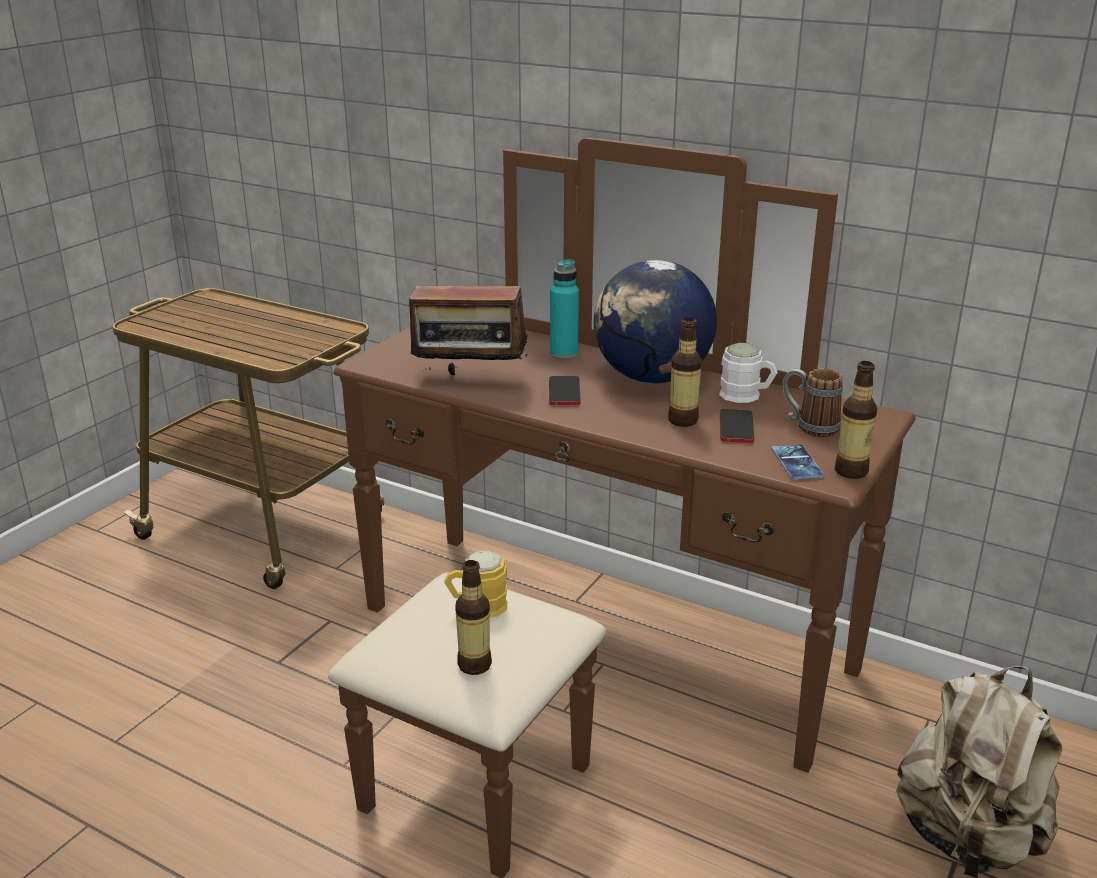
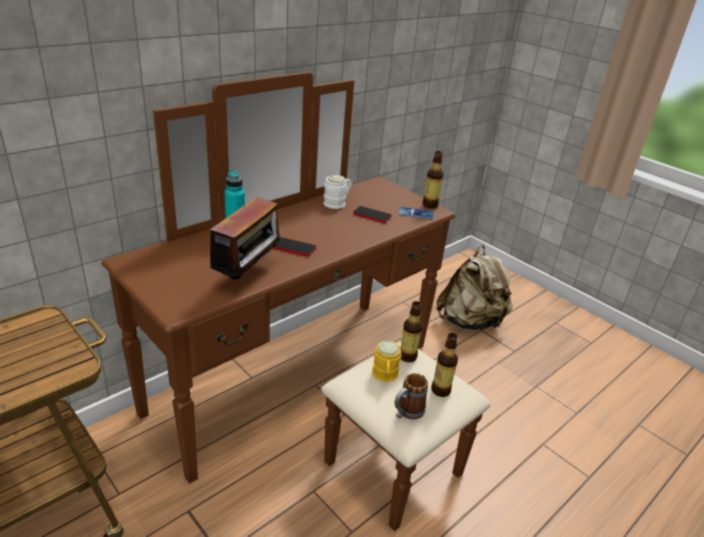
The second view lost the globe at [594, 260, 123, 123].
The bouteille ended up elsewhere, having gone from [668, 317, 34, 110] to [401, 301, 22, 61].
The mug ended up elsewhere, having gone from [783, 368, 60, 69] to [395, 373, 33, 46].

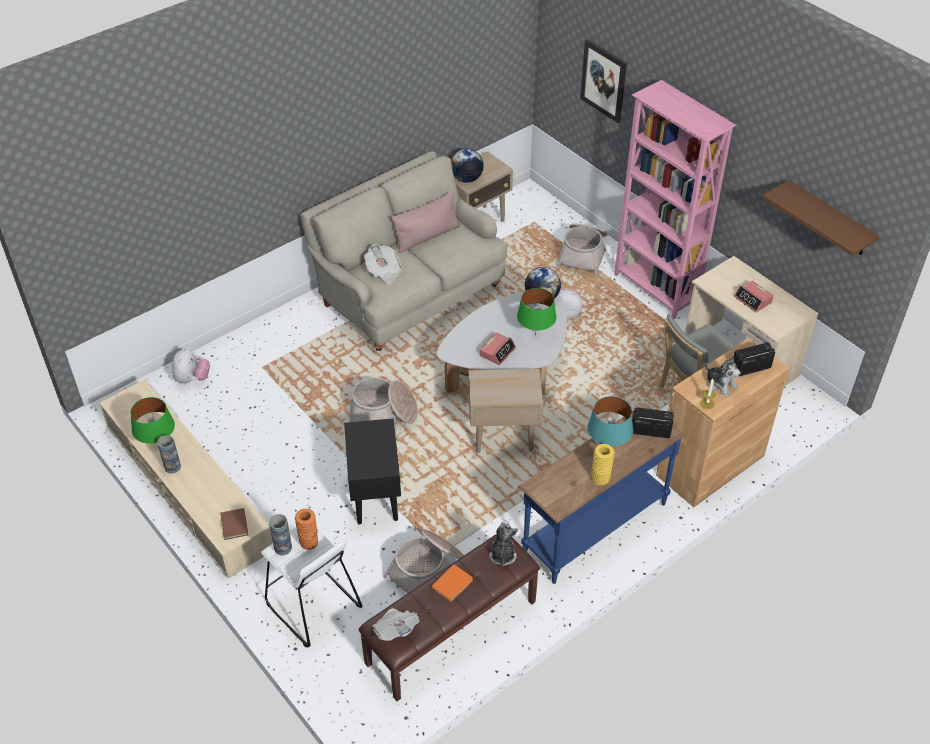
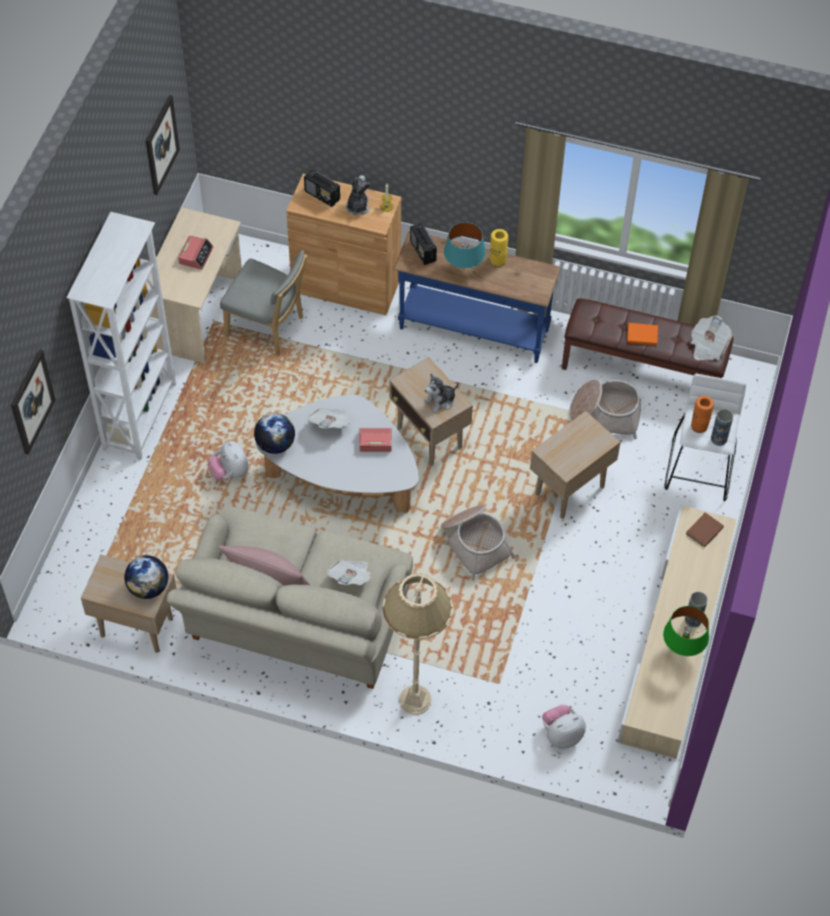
What was the table d'appoint (noir) at [344, 418, 59, 107] turned into the table d'appoint (beige) at [530, 411, 91, 108].
The peluche ended up elsewhere, having gone from [489, 520, 29, 47] to [424, 374, 35, 39].
Where the lampe de table (vert) stood at [517, 288, 40, 47], the journal came to stand at [308, 408, 42, 20].
The second view lost the panier at [557, 224, 51, 52].
What was the bibliothèque (rose) at [614, 80, 122, 239] turned into the bibliothèque (blanc) at [66, 212, 110, 248].
Where the étagère (marron) hung at [762, 180, 118, 76], the tableau came to hang at [146, 95, 34, 100].
The second view gained the lampadaire (beige) at [383, 573, 70, 142].

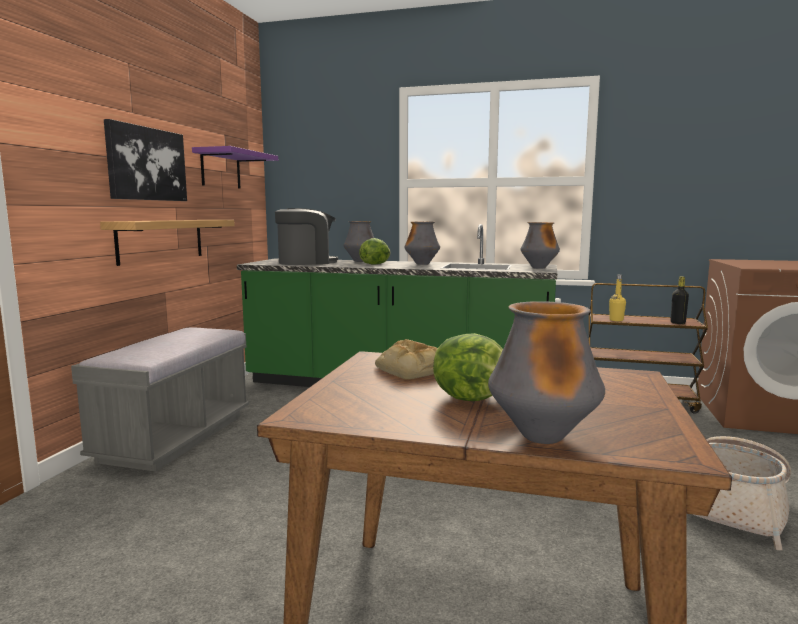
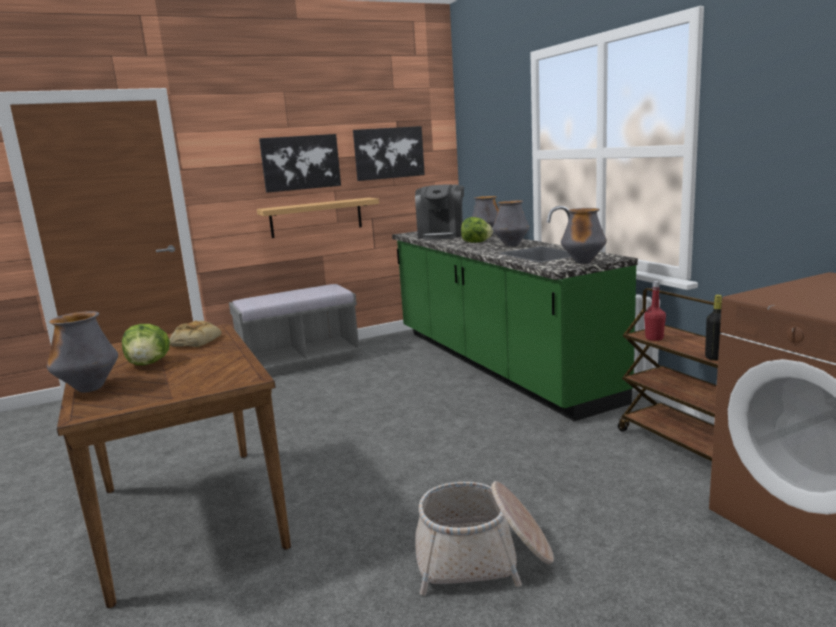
Where the étagère (violet) hung at [192, 146, 86, 43], the tableau came to hang at [353, 126, 72, 55].
The machine à café at [275, 208, 63, 57] ended up facing another way, 75 degrees clockwise from before.
What was the bouteille (jaune) at [609, 275, 17, 46] turned into the bouteille (rouge) at [644, 281, 22, 60].

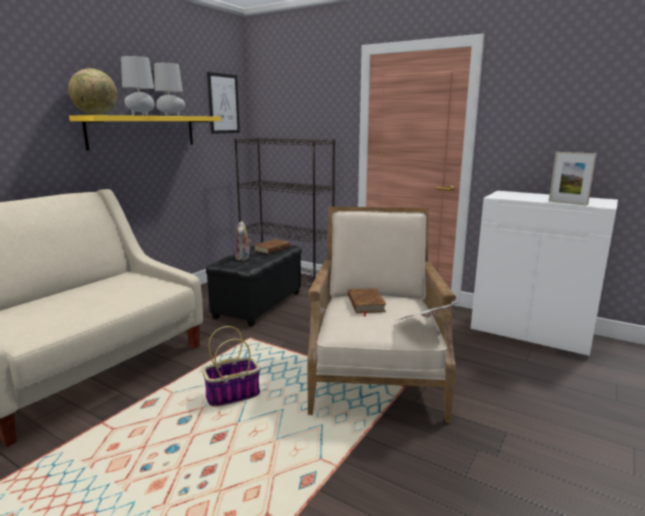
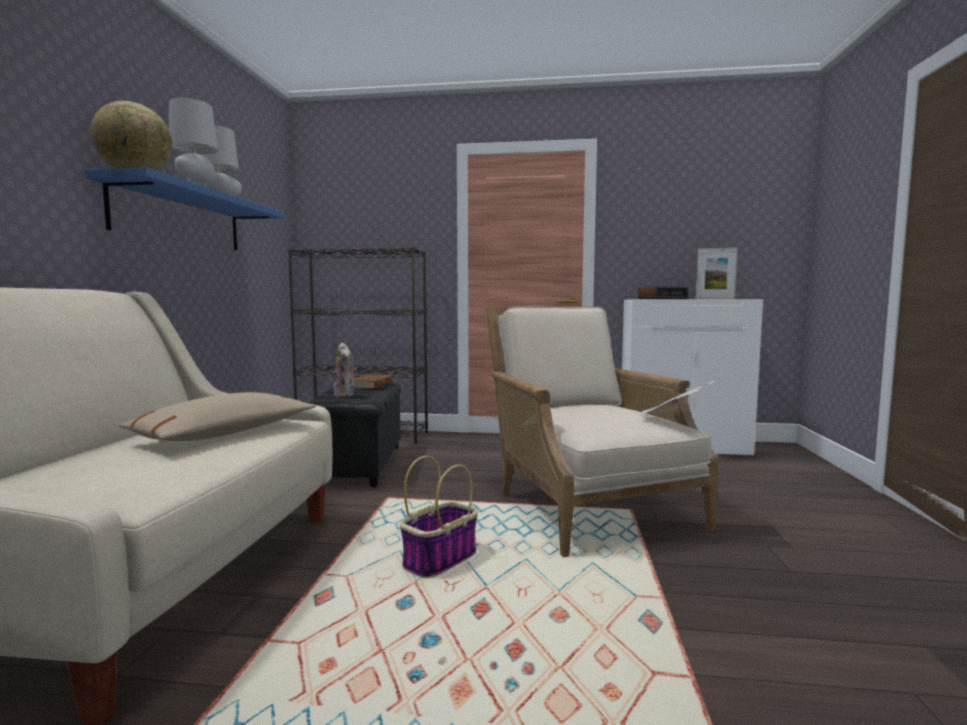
What was the étagère (jaune) at [69, 115, 153, 36] turned into the étagère (bleu) at [85, 167, 200, 83].
The second view lost the tableau at [207, 72, 33, 62].
The second view lost the livre (marron) at [348, 288, 38, 29].
The second view gained the coussin (beige) at [118, 392, 198, 49].
The second view gained the réveil at [638, 286, 51, 13].

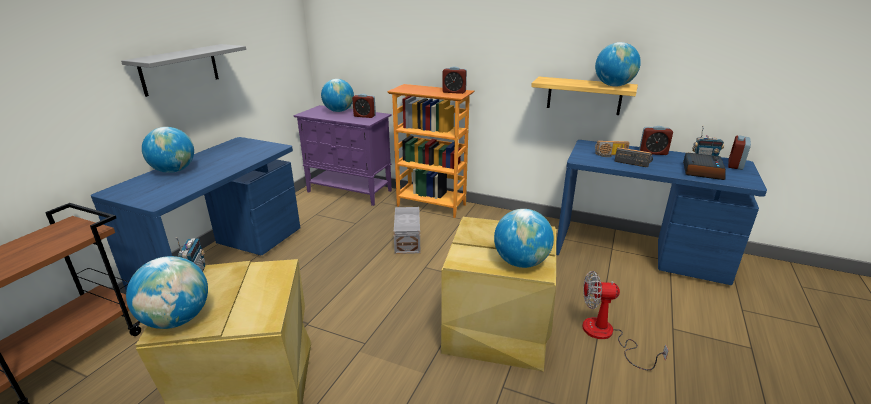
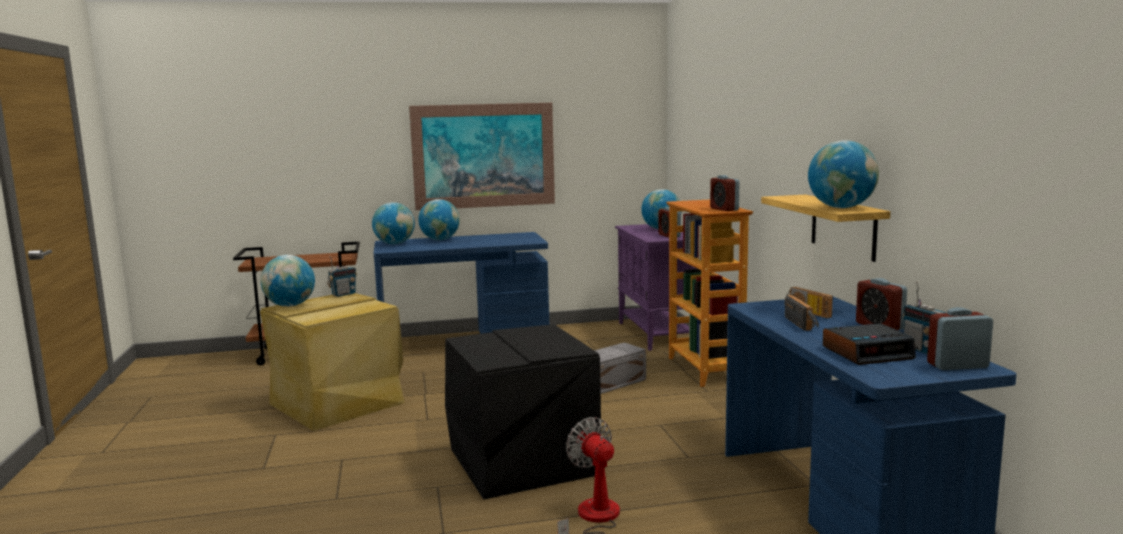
Where the étagère (gris) hung at [121, 44, 125, 53], the tableau came to hang at [409, 103, 146, 107].
What was the boîte de rangement (beige) at [441, 217, 115, 155] turned into the boîte de rangement (noir) at [445, 324, 156, 176].
The globe ended up elsewhere, having gone from [494, 209, 60, 59] to [372, 202, 43, 43].

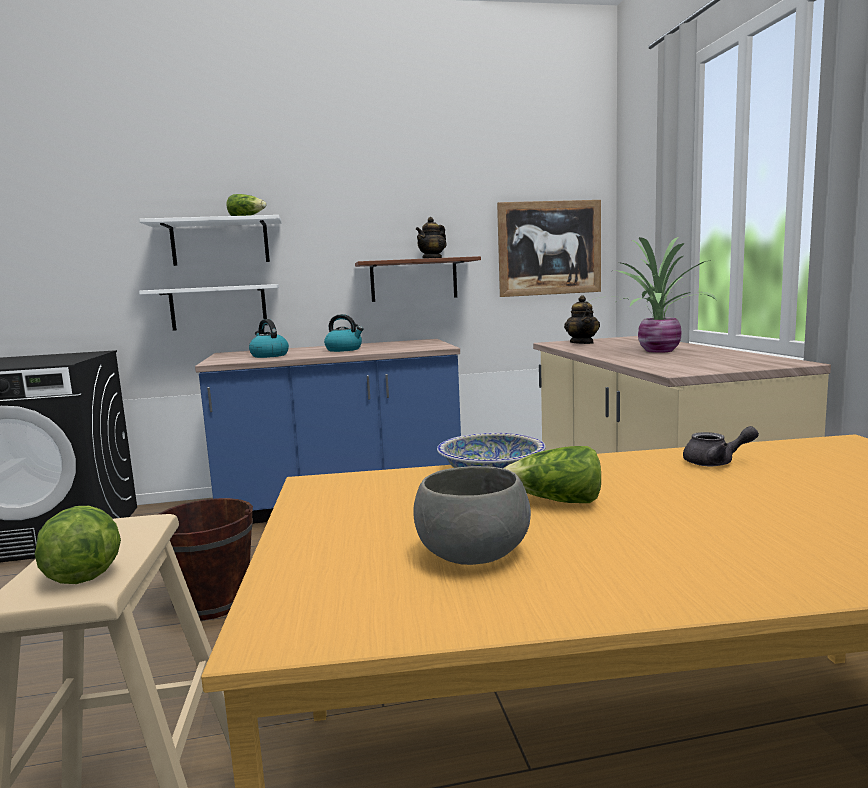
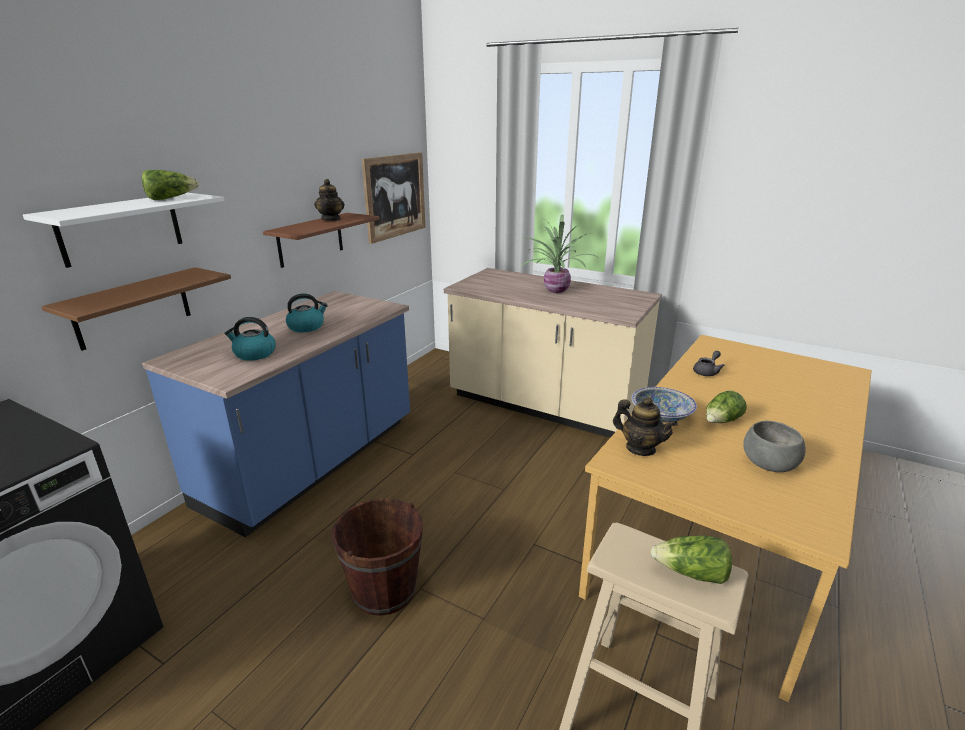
What was the étagère (blanc) at [139, 284, 140, 47] turned into the étagère (marron) at [41, 267, 190, 84].
The théière ended up elsewhere, having gone from [564, 295, 36, 49] to [613, 397, 65, 59].

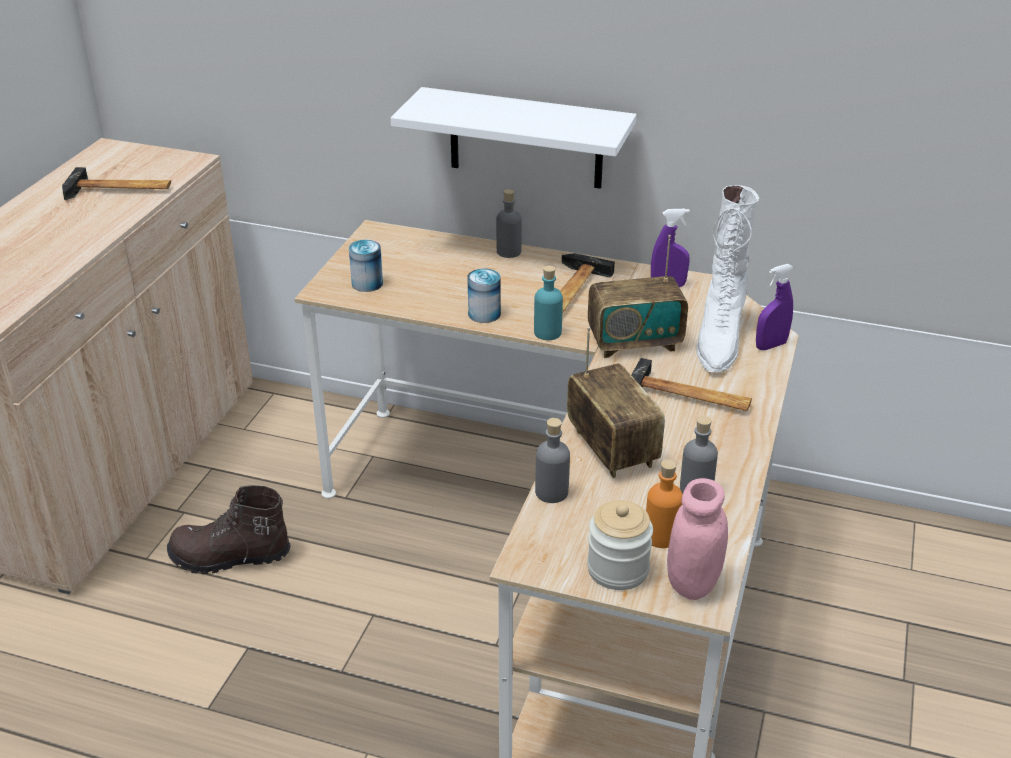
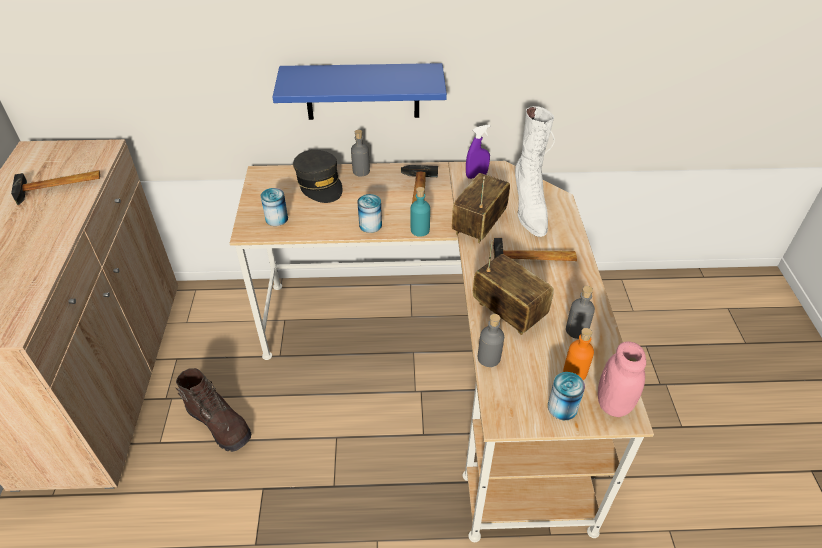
The botte (marron) at [167, 485, 124, 89] ended up facing another way, 120 degrees counterclockwise from before.
What was the étagère (blanc) at [391, 87, 245, 102] turned into the étagère (bleu) at [272, 63, 175, 57].
Where the bocal stood at [587, 500, 66, 90], the boîte métallique came to stand at [548, 372, 37, 48].
The radio at [588, 235, 100, 123] ended up facing another way, 150 degrees clockwise from before.
The second view lost the vaporisateur (violet) at [756, 264, 38, 86].
The second view gained the casquette (gris) at [293, 150, 50, 53].

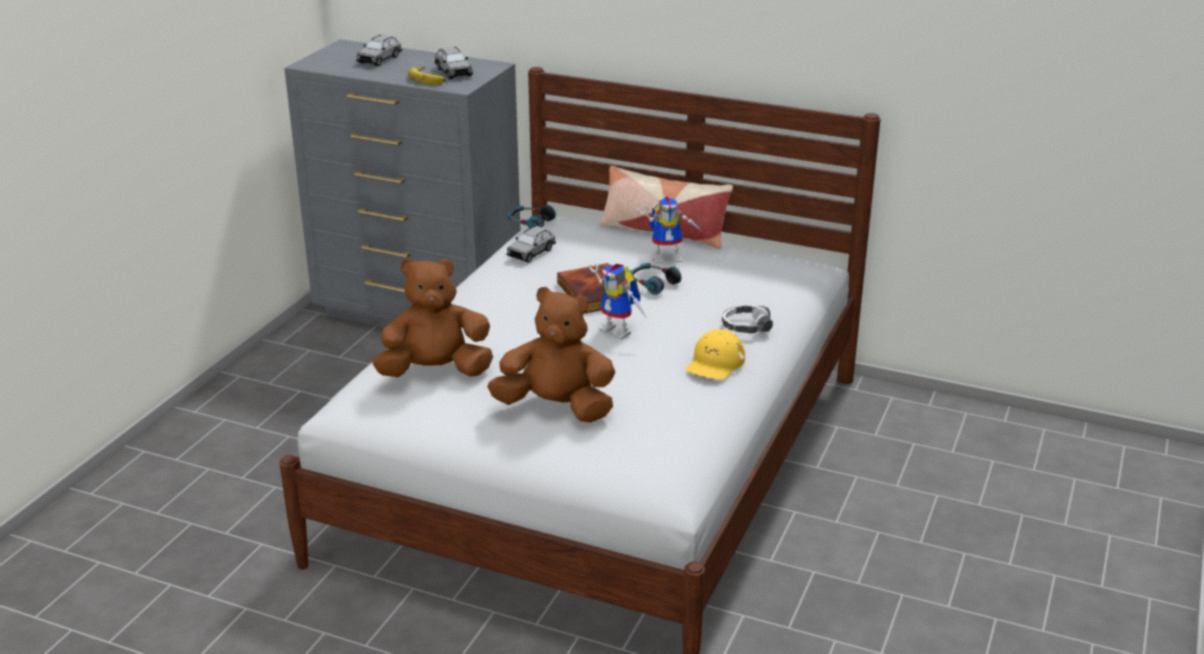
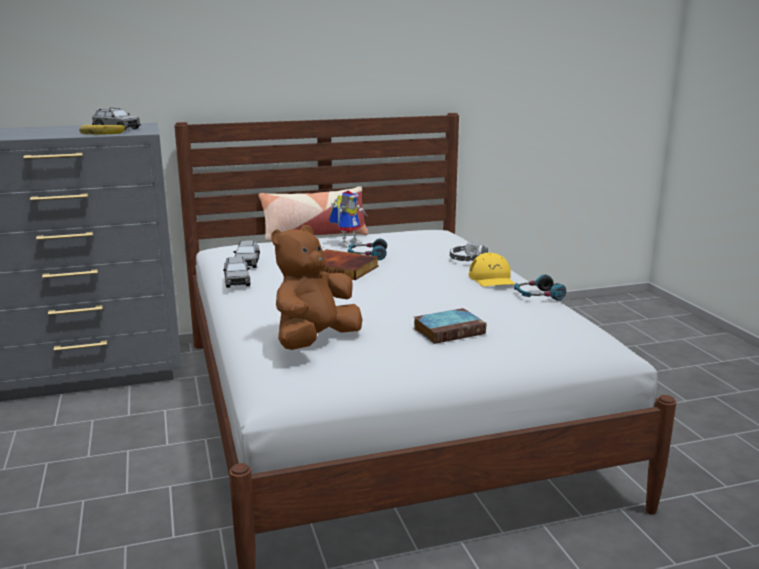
The petite voiture (gris) ended up elsewhere, having gone from [356, 35, 46, 31] to [223, 257, 28, 31].
Where the peluche (marron) stood at [487, 287, 128, 135], the livre came to stand at [413, 308, 73, 36].
The casque audio ended up elsewhere, having gone from [507, 205, 49, 23] to [514, 275, 53, 26].
The second view lost the robot jouet at [589, 263, 57, 77].

